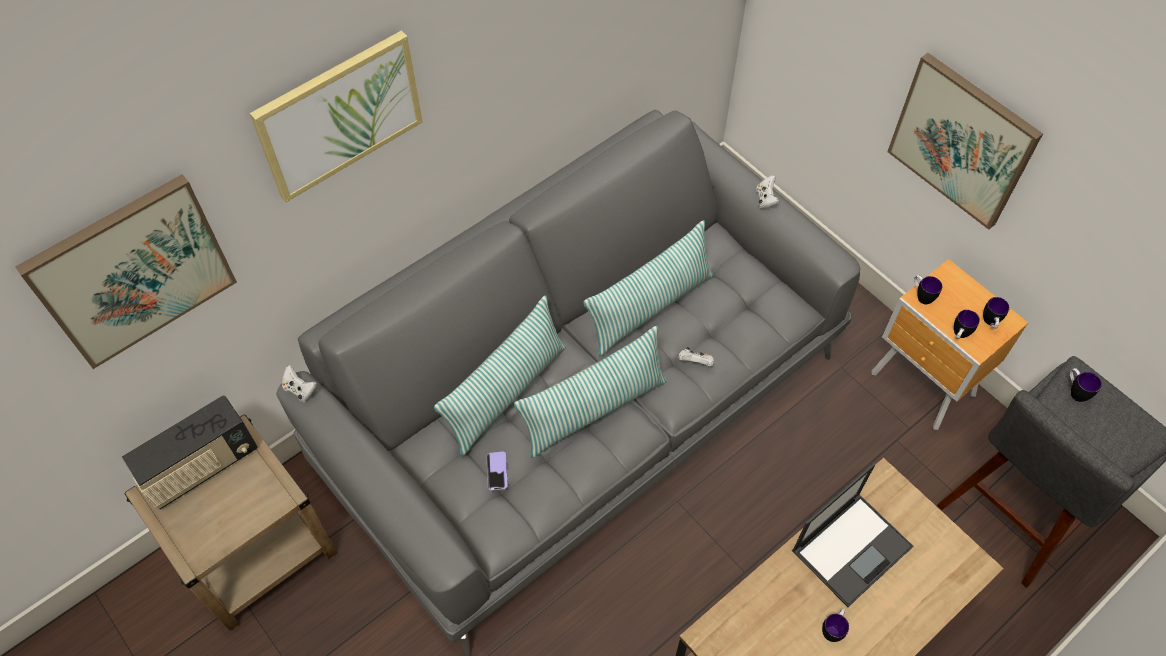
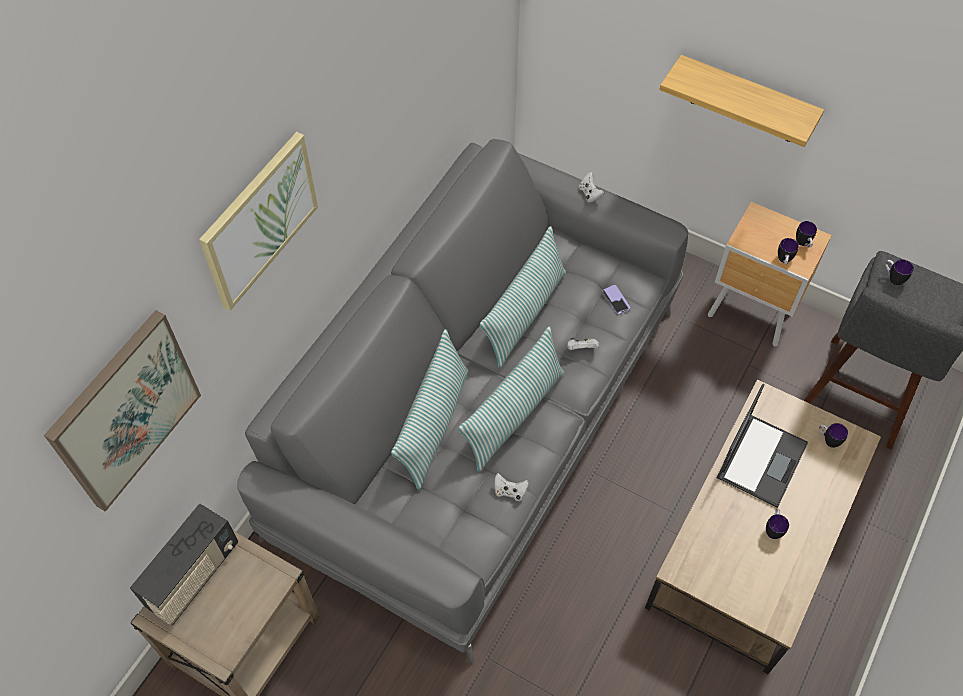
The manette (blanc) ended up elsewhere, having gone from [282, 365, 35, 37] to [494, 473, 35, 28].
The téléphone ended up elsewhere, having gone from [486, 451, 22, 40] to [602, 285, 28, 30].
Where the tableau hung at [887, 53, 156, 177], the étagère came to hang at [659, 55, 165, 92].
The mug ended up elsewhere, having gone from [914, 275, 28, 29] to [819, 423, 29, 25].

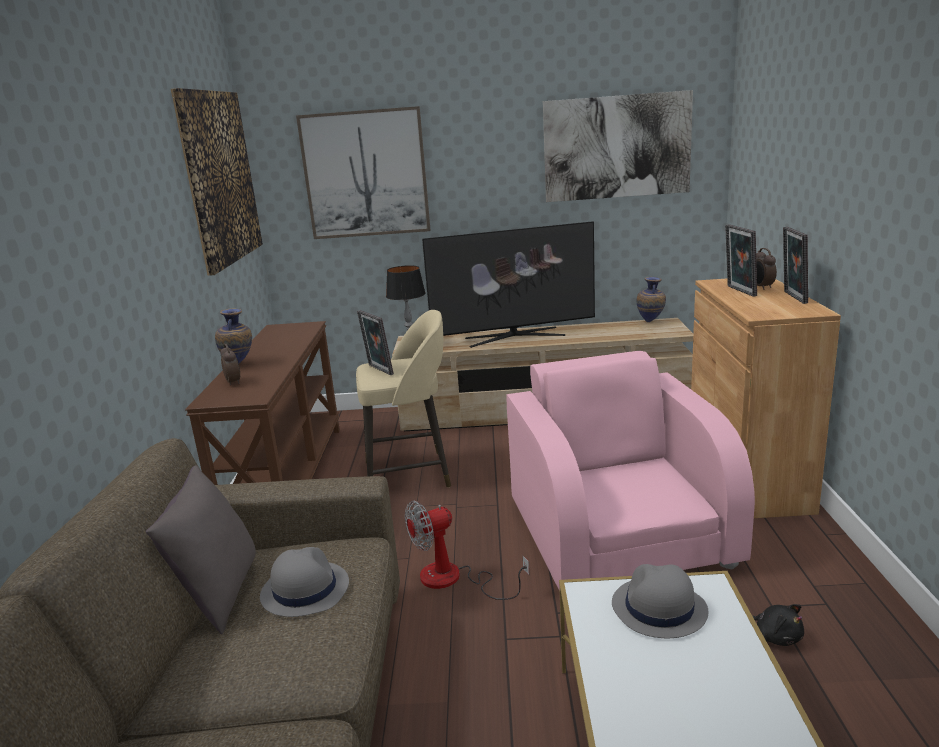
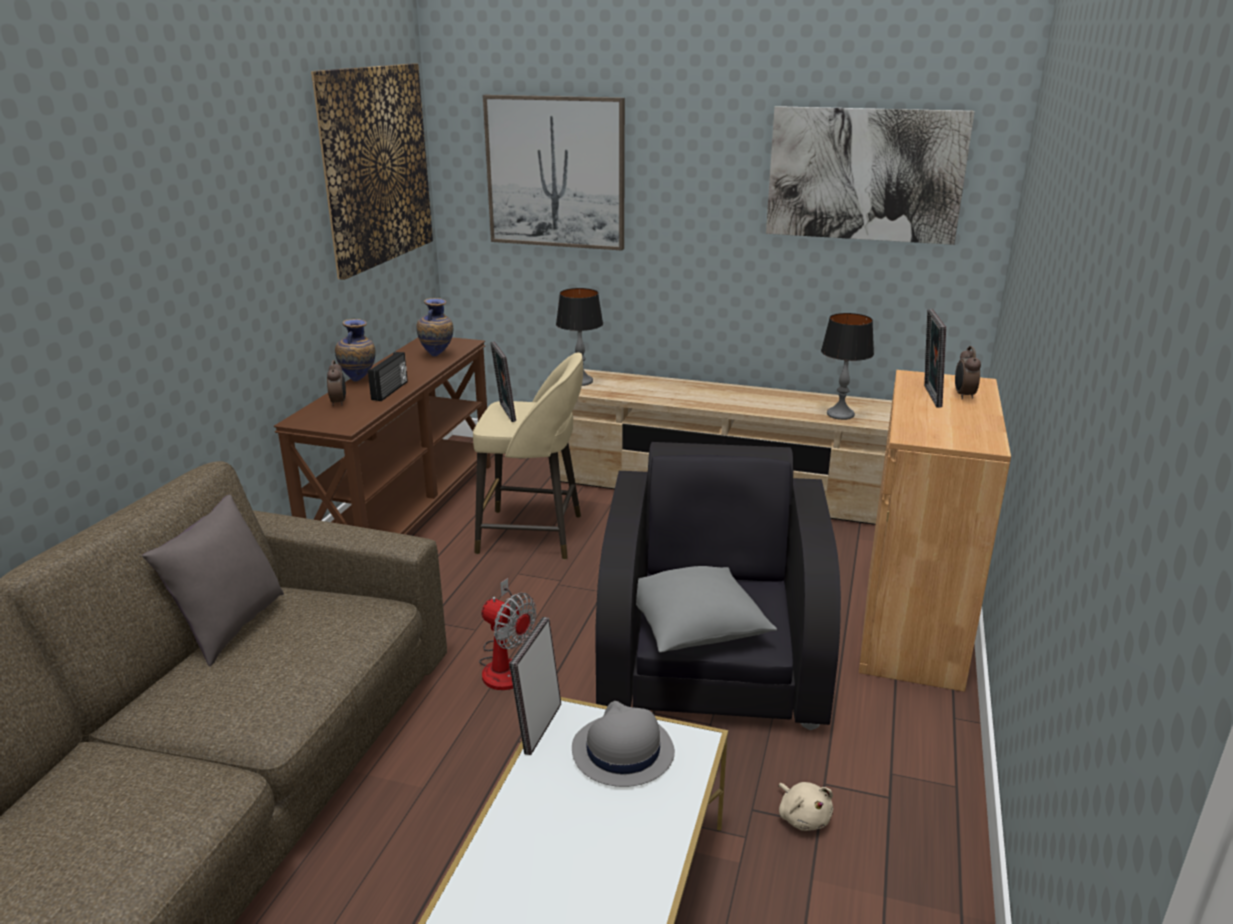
The second view lost the chapeau (gris) at [260, 547, 89, 70].
The ventilateur at [405, 500, 124, 100] ended up facing another way, 135 degrees counterclockwise from before.
The second view lost the téléviseur at [422, 221, 173, 127].
What was the fauteuil (rose) at [506, 351, 249, 240] turned into the fauteuil (noir) at [596, 442, 245, 288].
The vase ended up elsewhere, having gone from [637, 277, 29, 45] to [416, 298, 37, 58].
What was the peluche (noir) at [752, 604, 52, 42] turned into the peluche (beige) at [779, 782, 54, 49].
The cadre photo ended up elsewhere, having gone from [783, 227, 25, 77] to [509, 617, 52, 138].
The second view gained the radio at [368, 352, 40, 49].
The second view gained the coussin (gris) at [636, 566, 141, 87].
The second view gained the lampe de table at [821, 313, 53, 107].

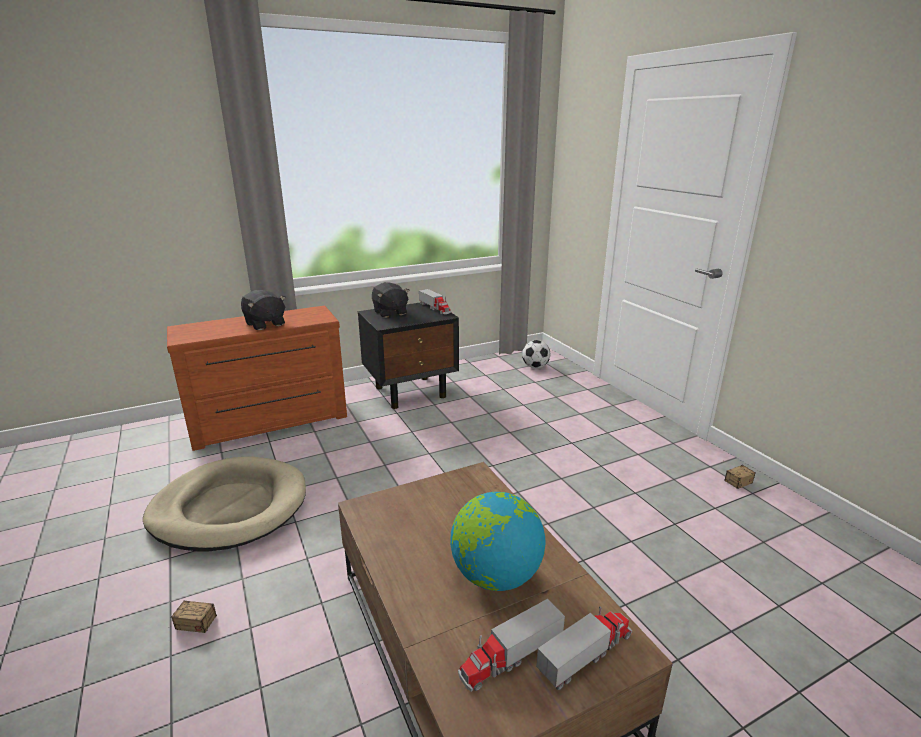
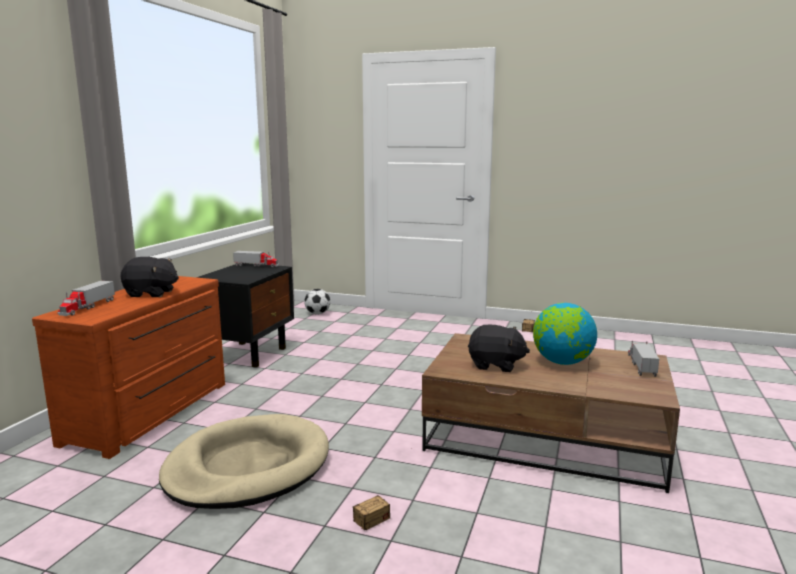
The peluche (noir) ended up elsewhere, having gone from [372, 282, 38, 36] to [468, 325, 62, 47].
The camion jouet ended up elsewhere, having gone from [458, 599, 107, 93] to [57, 281, 58, 35].

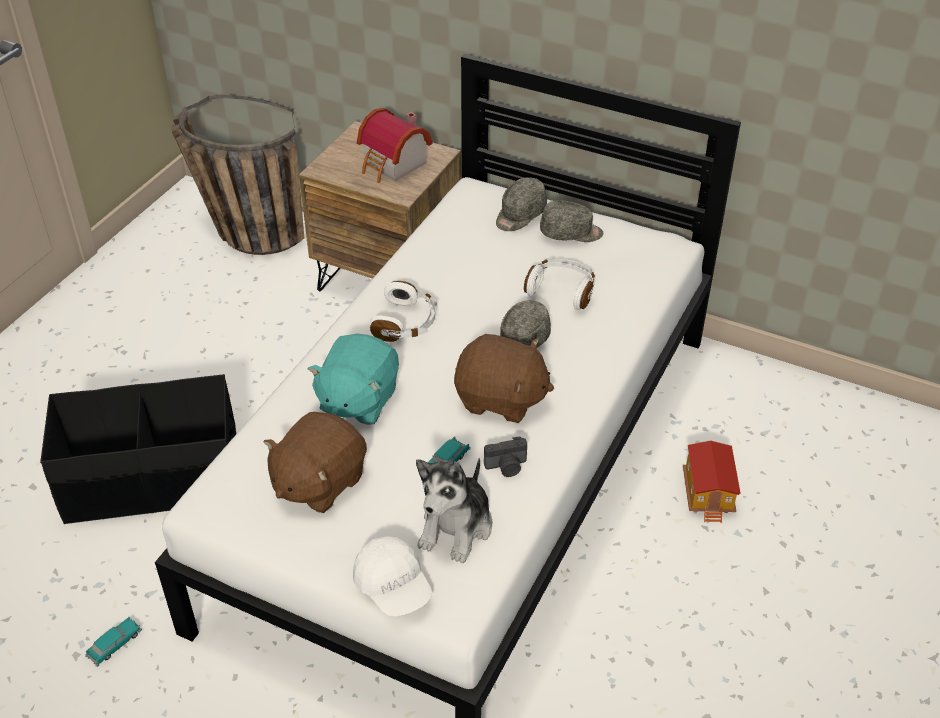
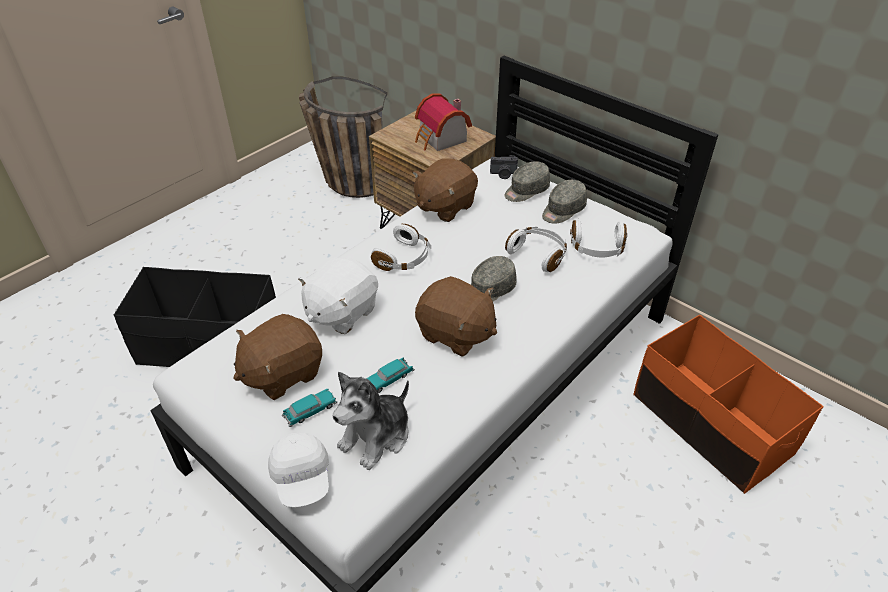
The petite voiture ended up elsewhere, having gone from [85, 617, 57, 50] to [282, 389, 55, 38].
What was the peluche (turquoise) at [308, 334, 91, 91] turned into the peluche (blanc) at [298, 257, 80, 77].
The appareil photo ended up elsewhere, having gone from [484, 437, 43, 40] to [490, 155, 28, 24].
The casquette (gris) at [540, 200, 63, 42] ended up facing another way, 120 degrees clockwise from before.
The second view lost the maison miniature at [683, 440, 58, 83].
The second view gained the peluche (marron) at [412, 158, 66, 64].
The second view gained the casque audio (blanc) at [570, 219, 57, 38].
The second view gained the boîte de rangement (orange) at [633, 315, 191, 179].

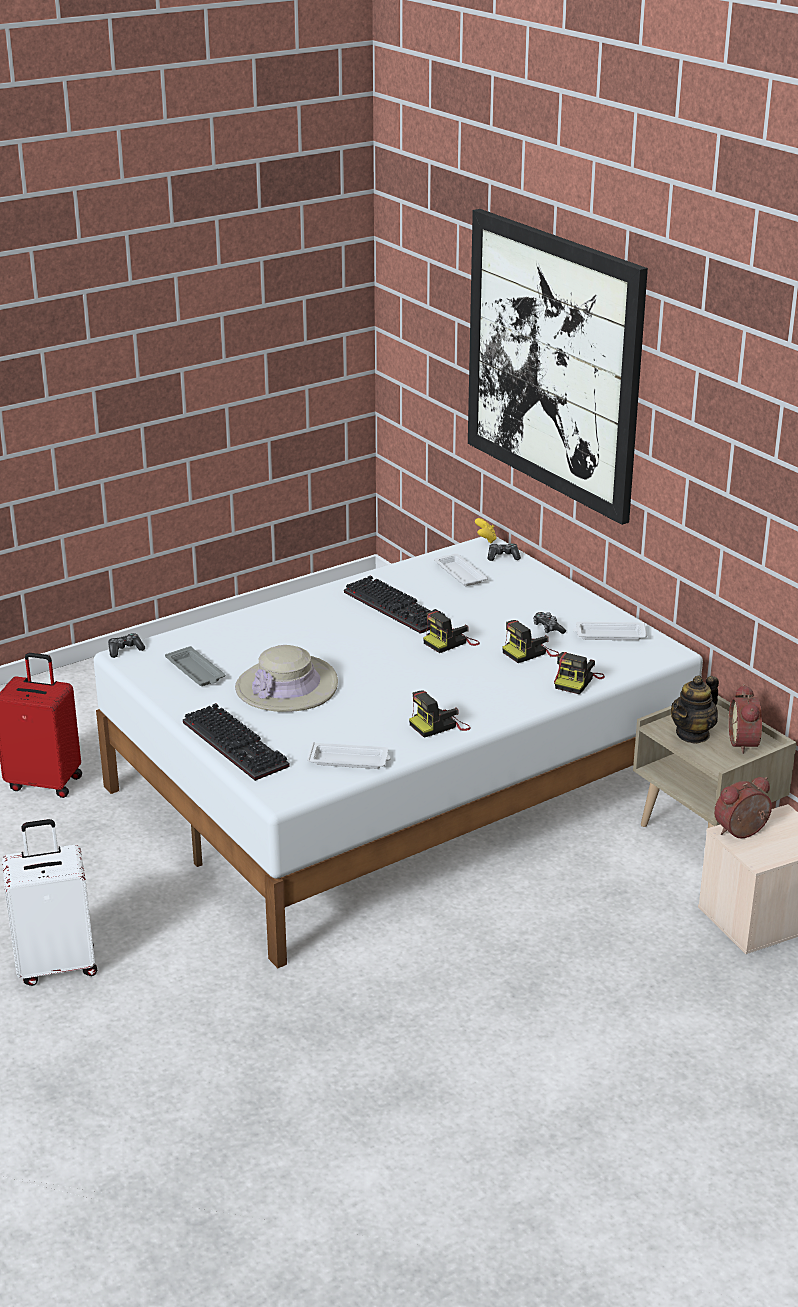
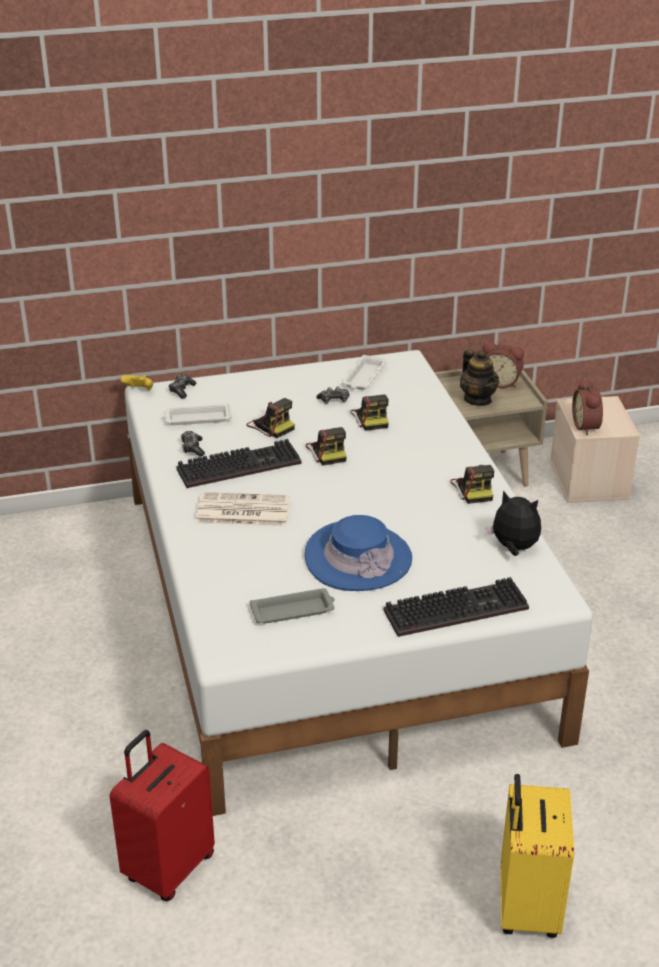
What was the valise (blanc) at [2, 819, 95, 167] turned into the valise (jaune) at [500, 774, 74, 164].
The manette ended up elsewhere, having gone from [108, 633, 37, 25] to [181, 431, 24, 25].
What was the chapeau (beige) at [235, 645, 103, 67] turned into the chapeau (bleu) at [305, 515, 107, 76].
Where the plateau (blanc) stood at [307, 742, 84, 27], the peluche came to stand at [485, 490, 56, 66].
The second view lost the tableau at [468, 209, 180, 316].
The appareil photo ended up elsewhere, having gone from [554, 652, 51, 42] to [247, 398, 48, 40].
The second view gained the journal at [196, 492, 94, 34].

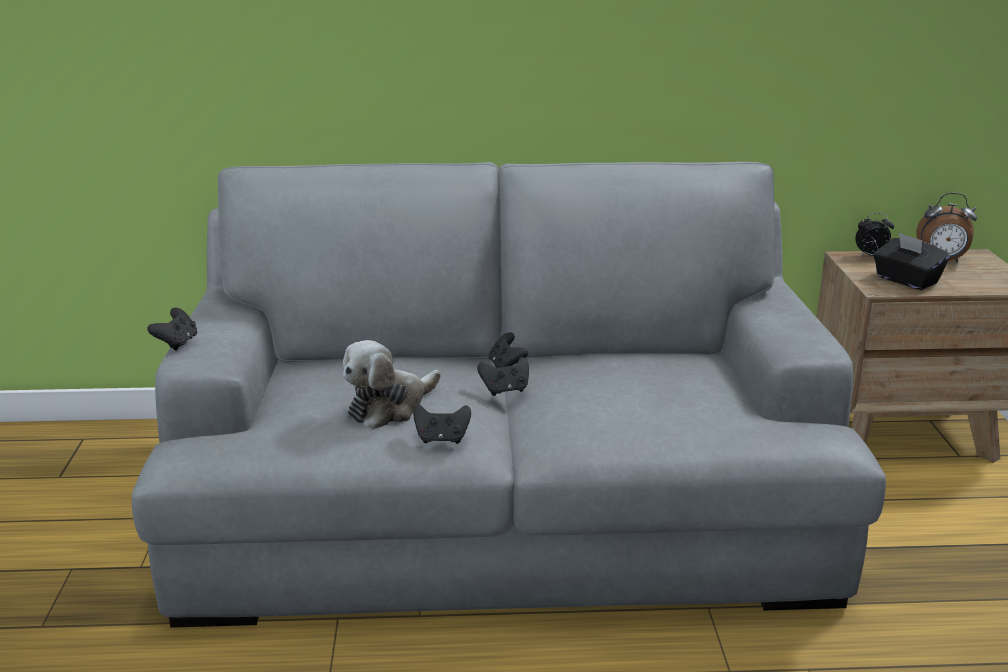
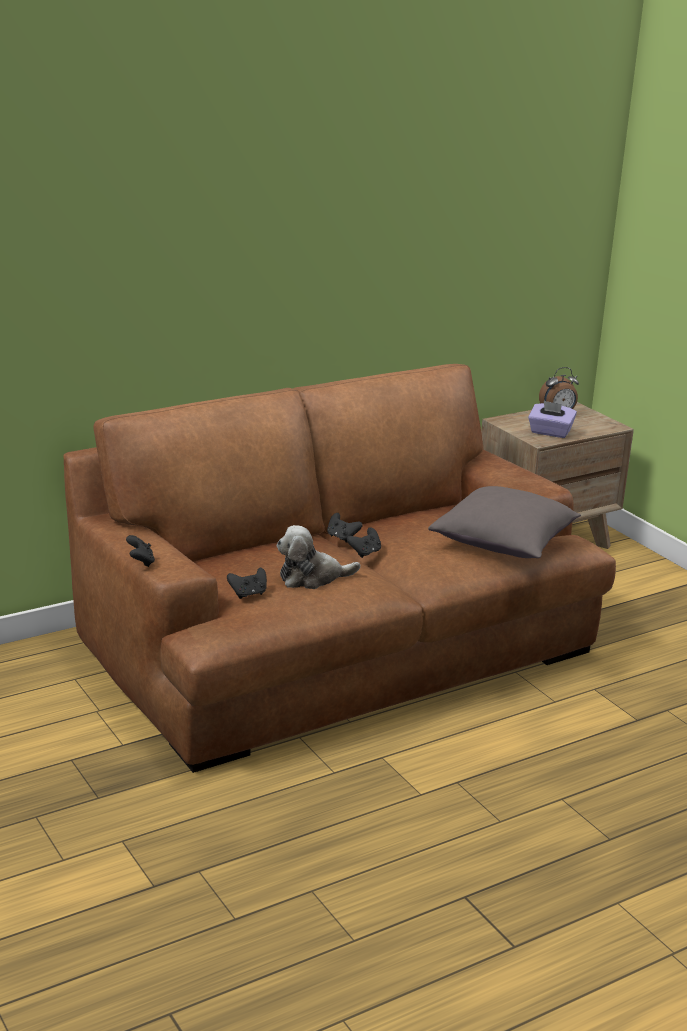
What was the canapé (gris) at [132, 162, 754, 466] turned into the canapé (marron) at [64, 364, 552, 409].
The peluche at [342, 340, 99, 89] ended up facing another way, 60 degrees clockwise from before.
The manette (noir) ended up elsewhere, having gone from [413, 405, 58, 39] to [227, 568, 40, 31].
The second view lost the réveil at [855, 213, 39, 44].
What was the boîte à mouchoirs (noir) at [873, 233, 77, 57] turned into the boîte à mouchoirs (violet) at [528, 401, 49, 37].
The second view gained the coussin (gris) at [428, 486, 153, 72].

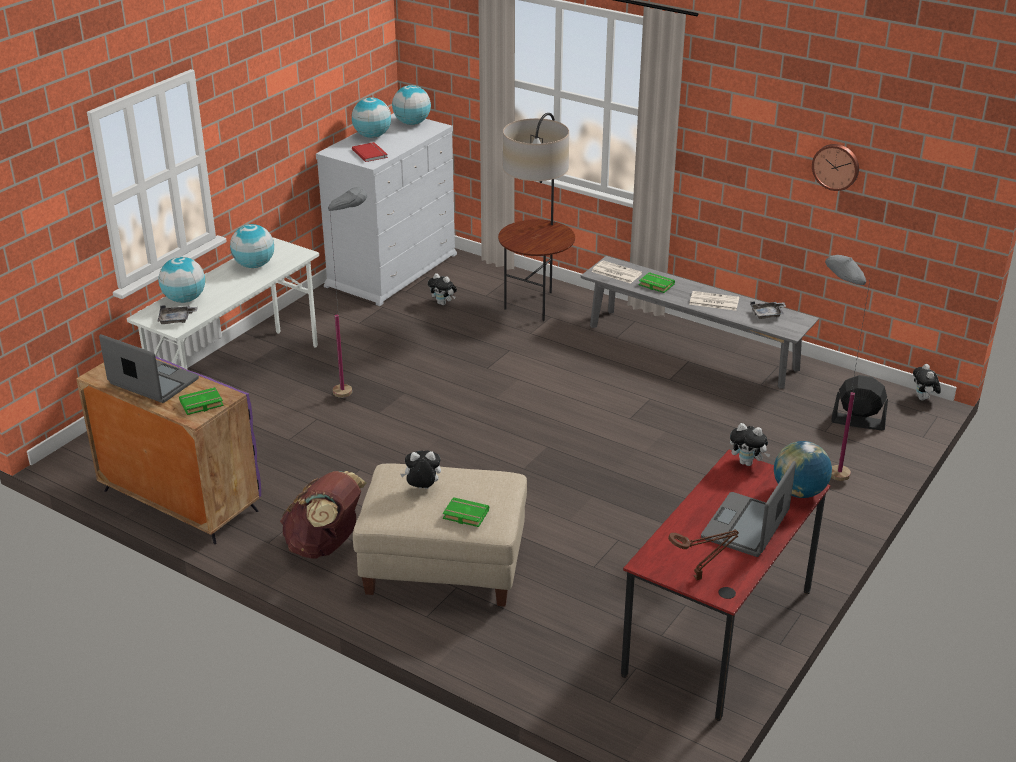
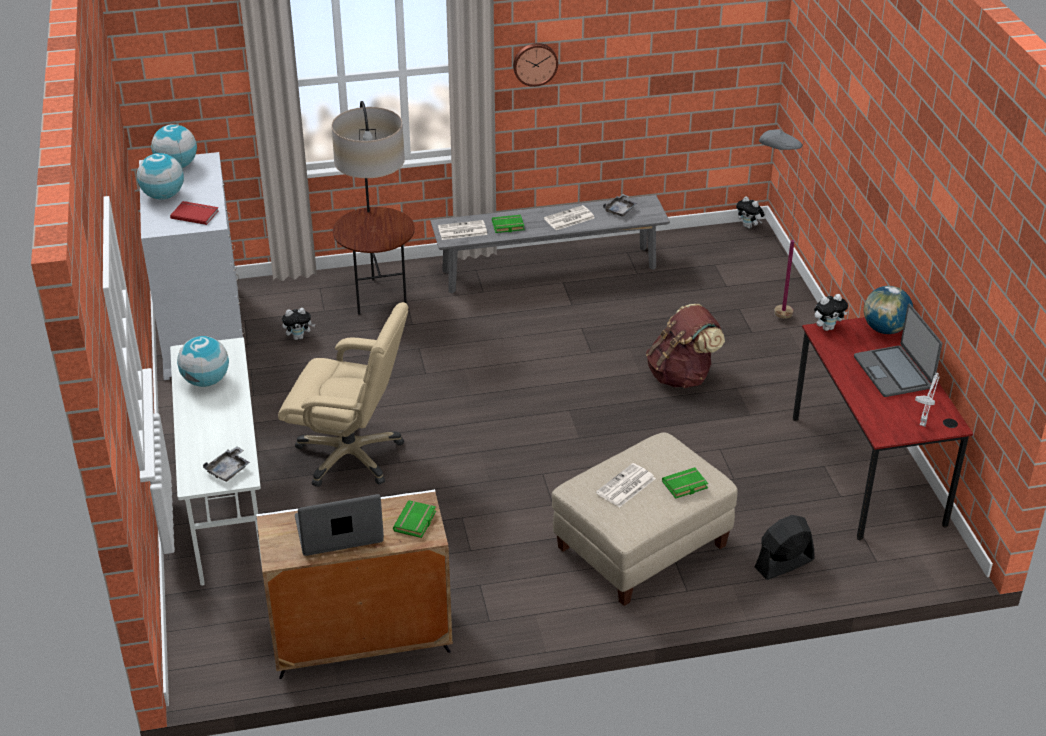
What was the meuble de rangement (violet) at [76, 357, 185, 187] turned into the meuble de rangement (blanc) at [256, 489, 197, 190].
The second view lost the globe at [158, 257, 48, 46].
The sac à dos (marron) ended up elsewhere, having gone from [280, 471, 87, 88] to [646, 304, 79, 84].
Where the lampadaire (gris) stood at [328, 187, 39, 211], the chaise de bureau (beige) came to stand at [278, 302, 130, 185].
Where the peluche stood at [400, 451, 41, 38], the journal came to stand at [596, 463, 60, 45].
What was the lampe de table (marron) at [668, 530, 71, 50] turned into the lampe de table (gris) at [915, 373, 25, 53].
The horloge murale ended up elsewhere, having gone from [812, 144, 47, 47] to [513, 43, 45, 44].
The ventilateur (noir) ended up elsewhere, having gone from [831, 375, 57, 55] to [755, 515, 60, 65].

